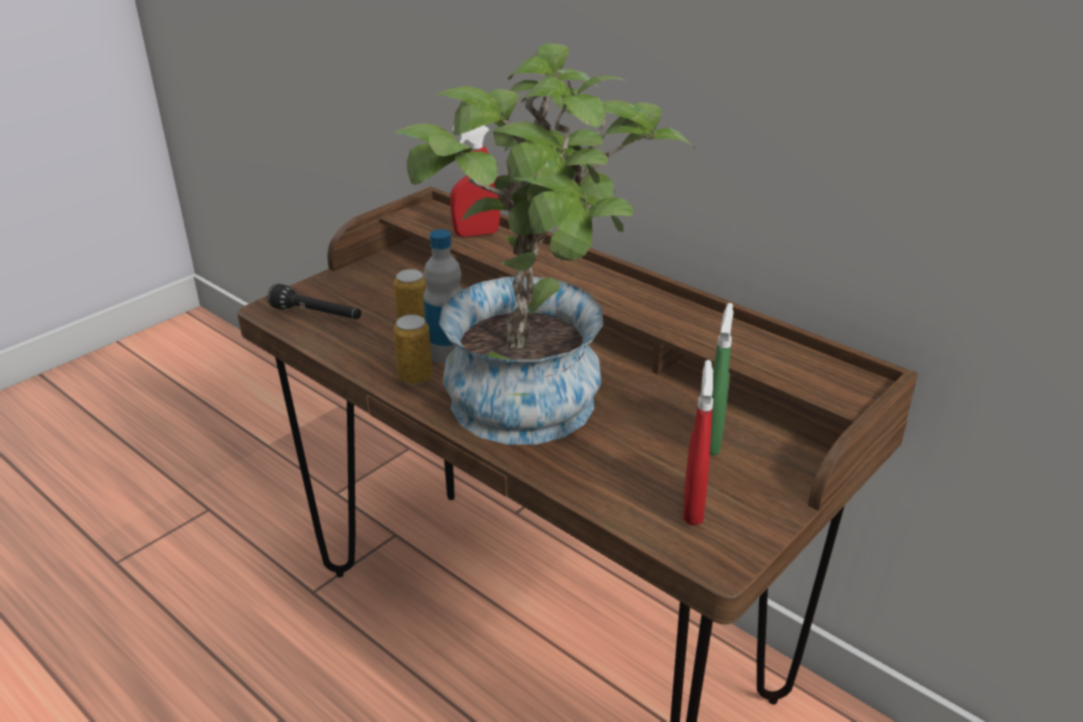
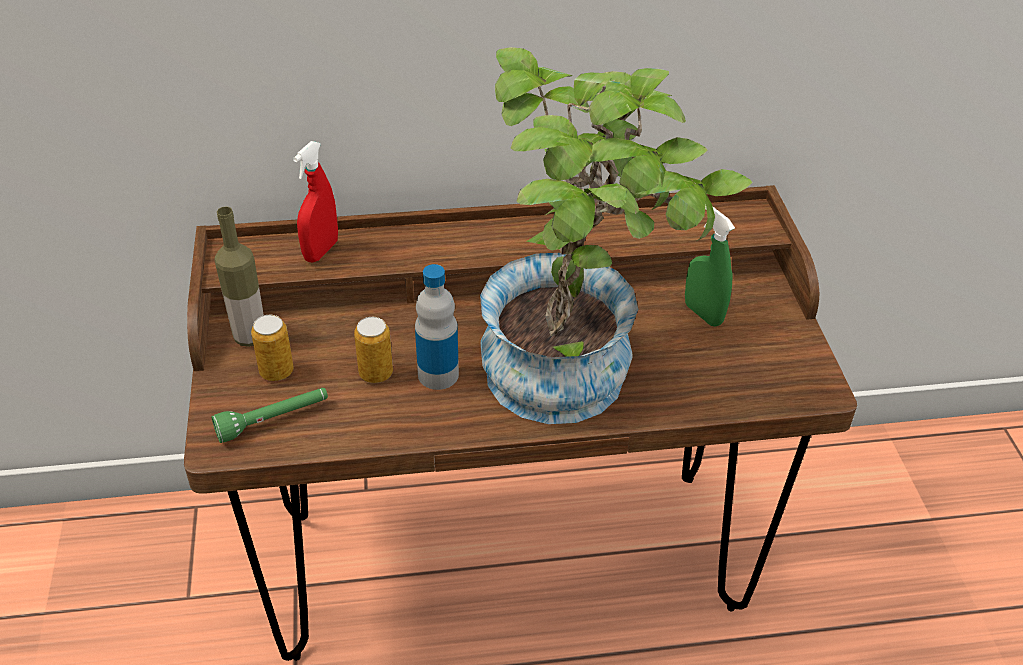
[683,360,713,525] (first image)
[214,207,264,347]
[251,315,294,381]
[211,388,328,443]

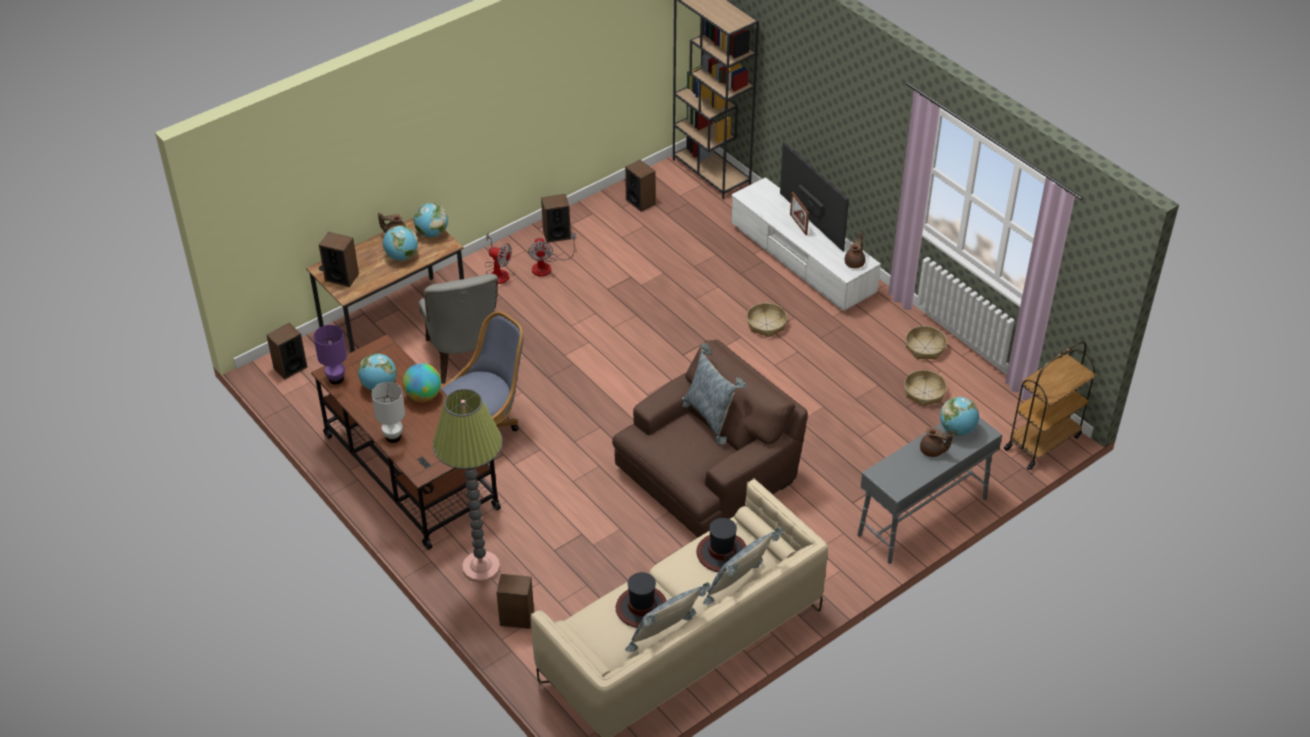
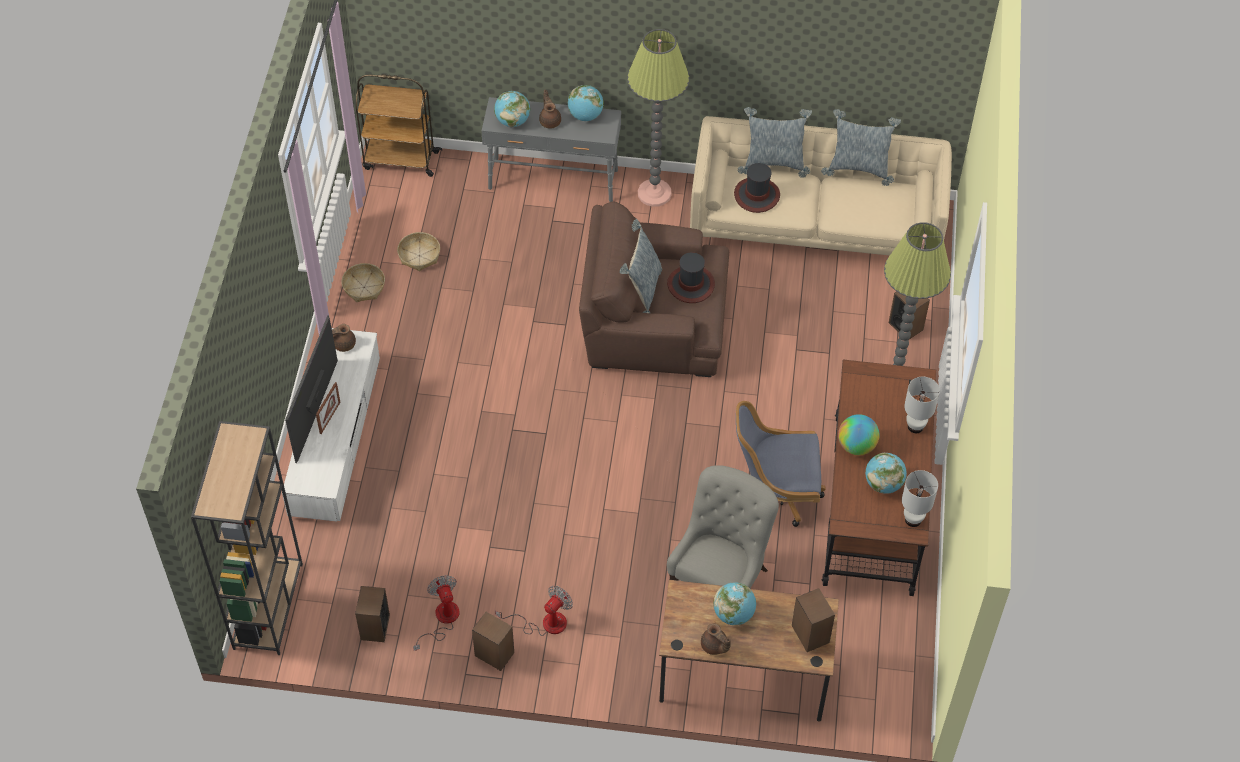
[267,323,307,379] (first image)
[747,303,787,337] (first image)
[627,29,689,207]
[568,85,604,121]
[413,575,459,651]
[667,252,715,303]
[902,470,938,527]

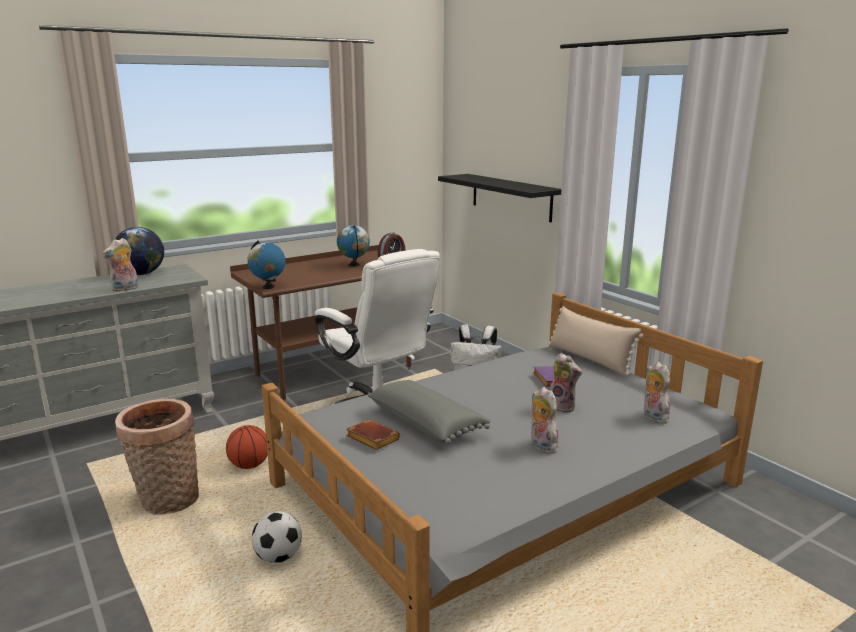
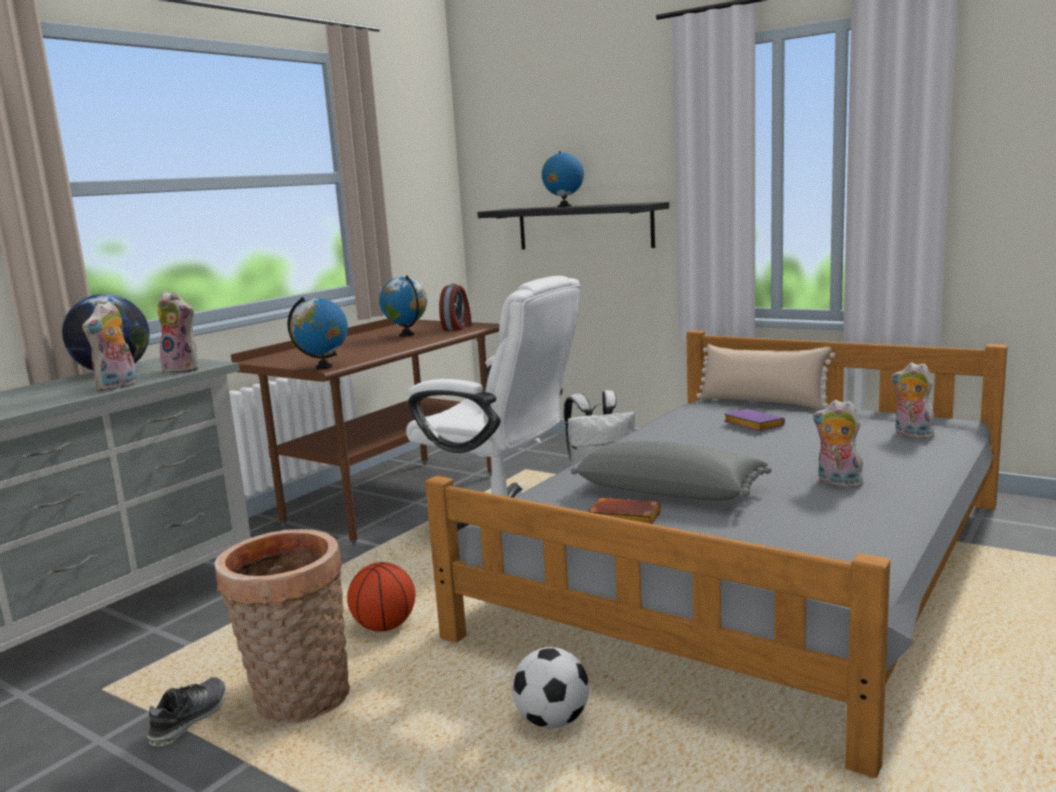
[147,677,226,746]
[542,151,584,207]
[158,291,198,373]

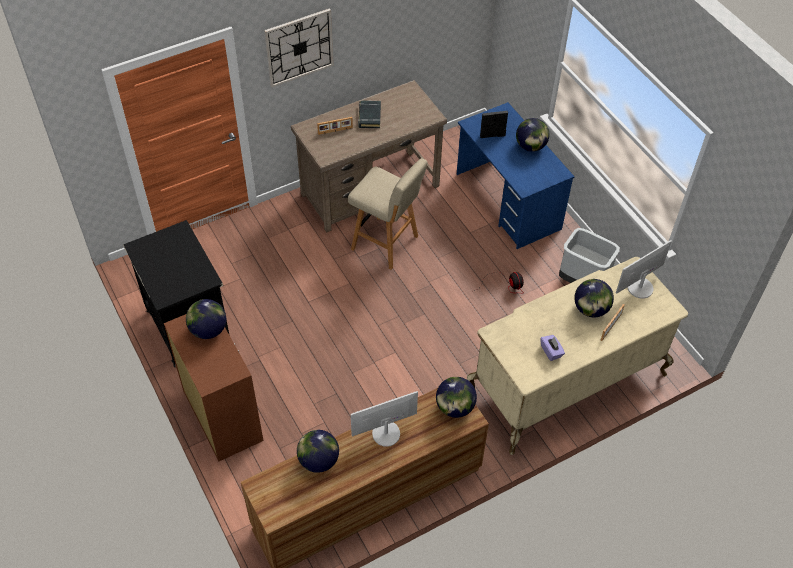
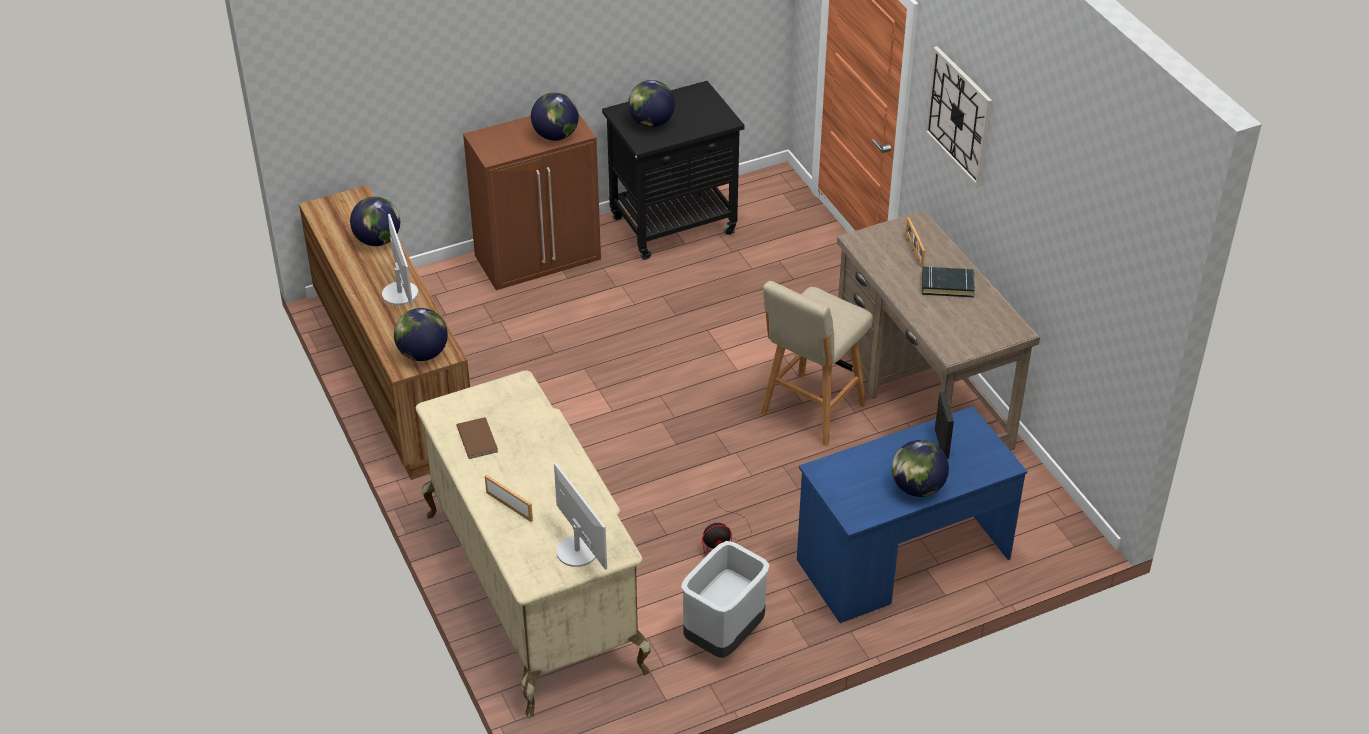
[628,80,675,127]
[456,417,498,459]

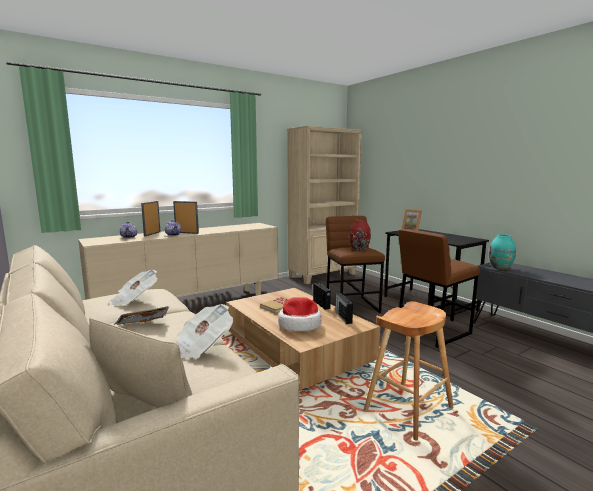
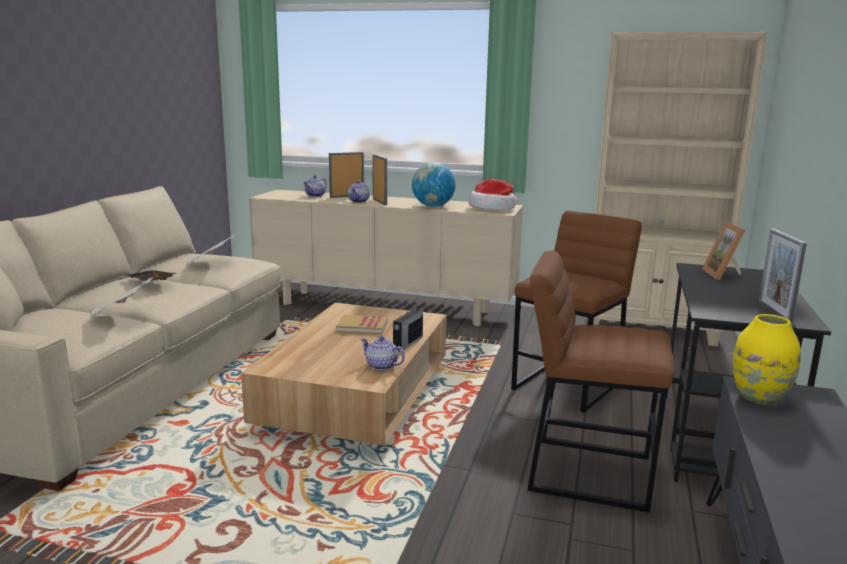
[349,219,371,251] (first image)
[364,301,454,440] (first image)
[412,163,456,207]
[759,228,807,323]
[469,179,518,210]
[360,336,405,370]
[732,314,801,405]

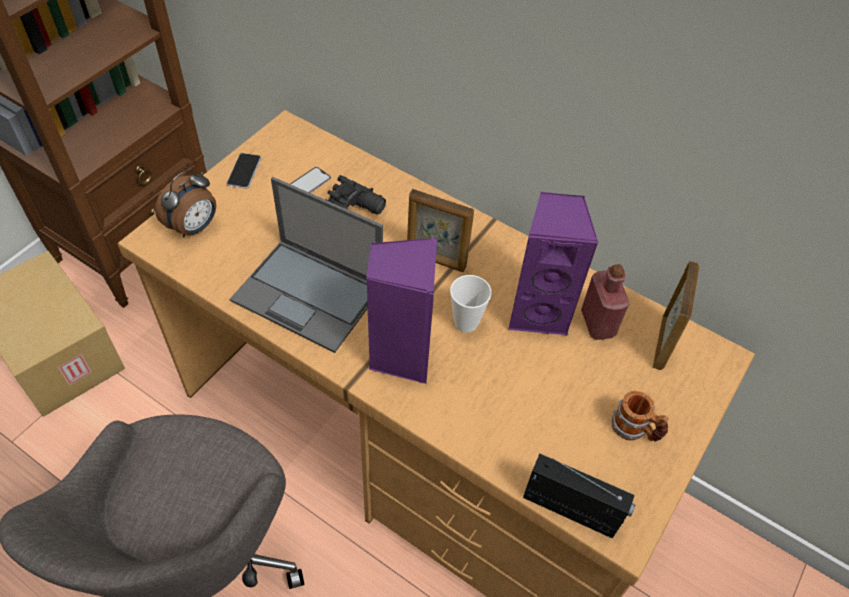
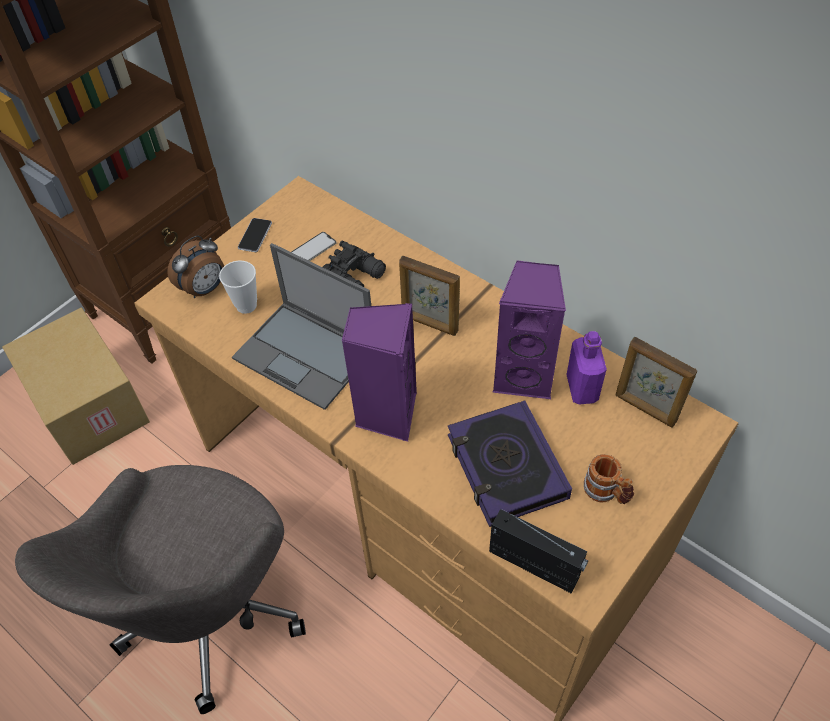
[448,401,572,527]
[219,261,257,314]
[566,331,607,405]
[616,337,698,428]

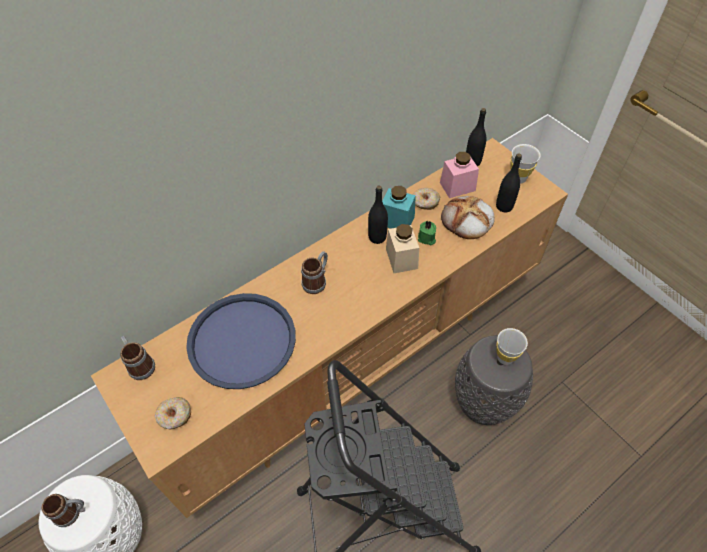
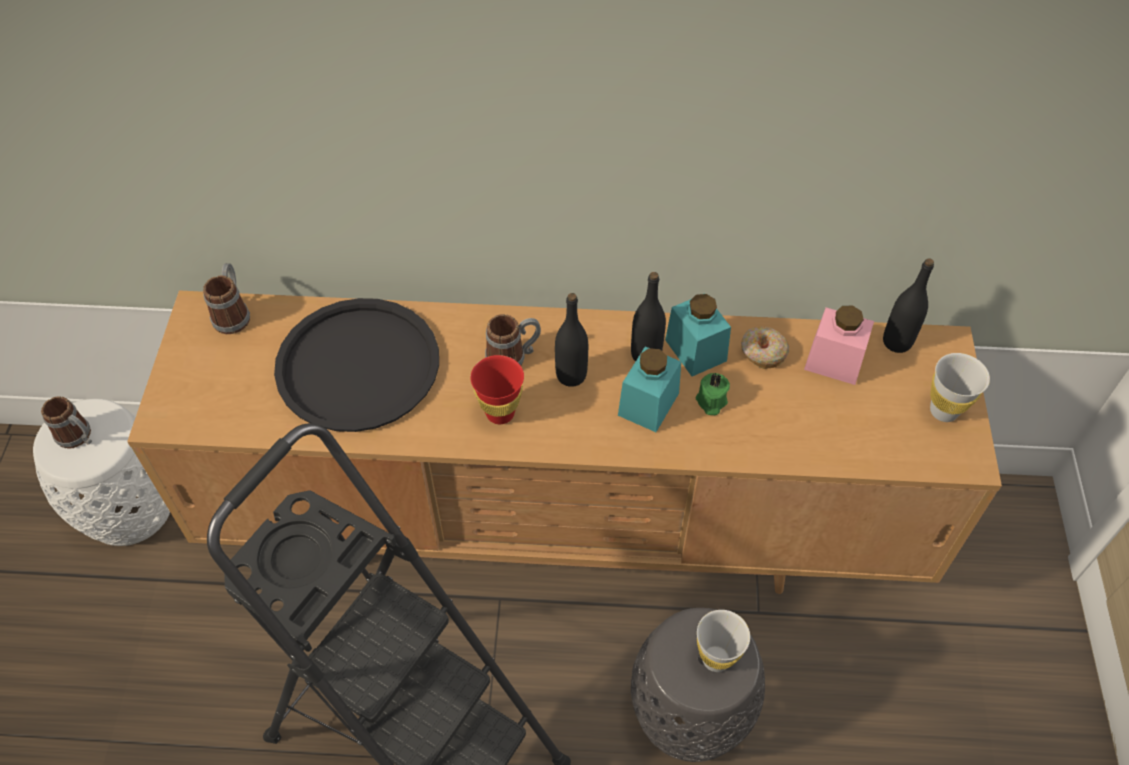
[155,397,191,429] (first image)
[441,196,495,239] (first image)
[470,355,524,424]
[555,293,588,387]
[274,298,439,432]
[618,346,681,432]

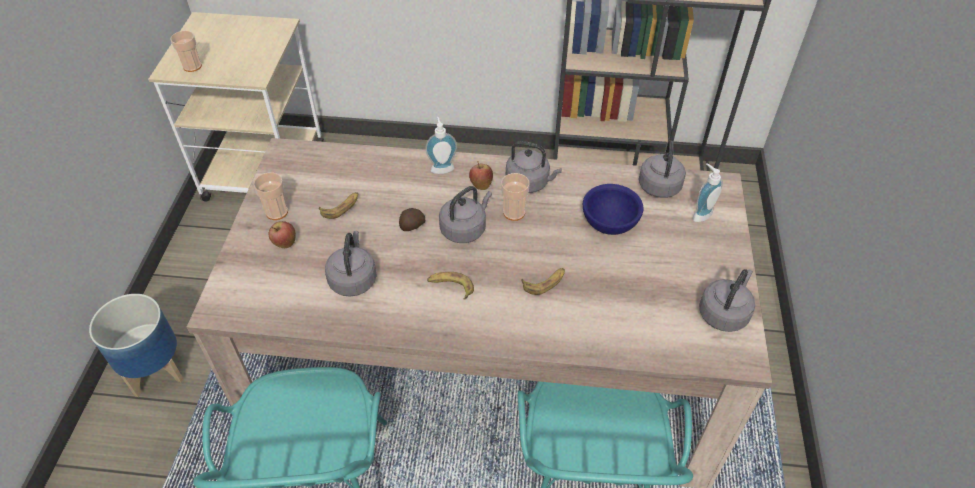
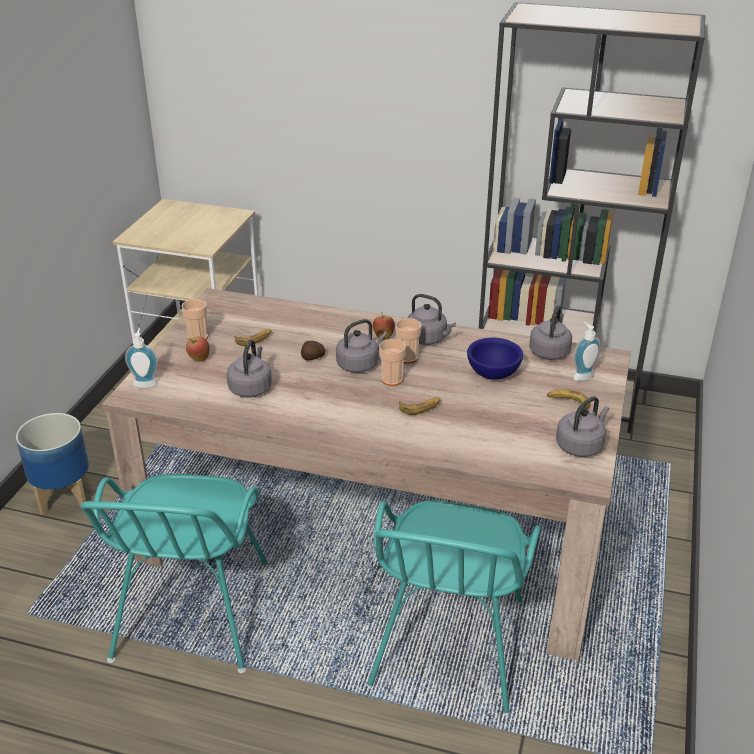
[379,339,406,386]
[125,328,158,388]
[547,389,590,409]

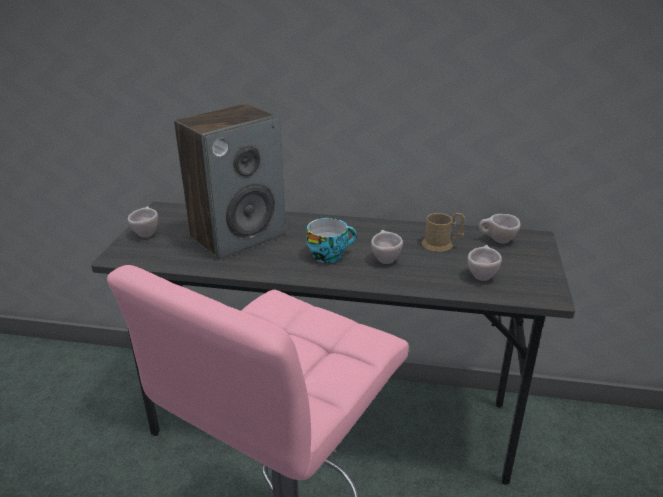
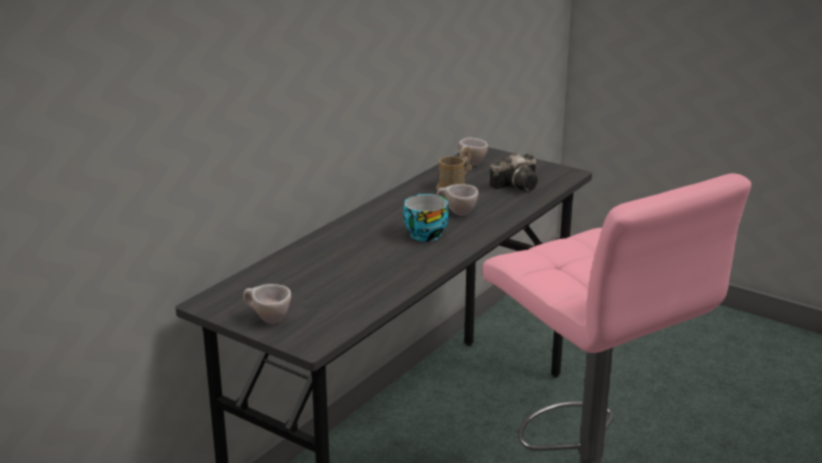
[174,104,286,260] (first image)
[490,153,538,192]

